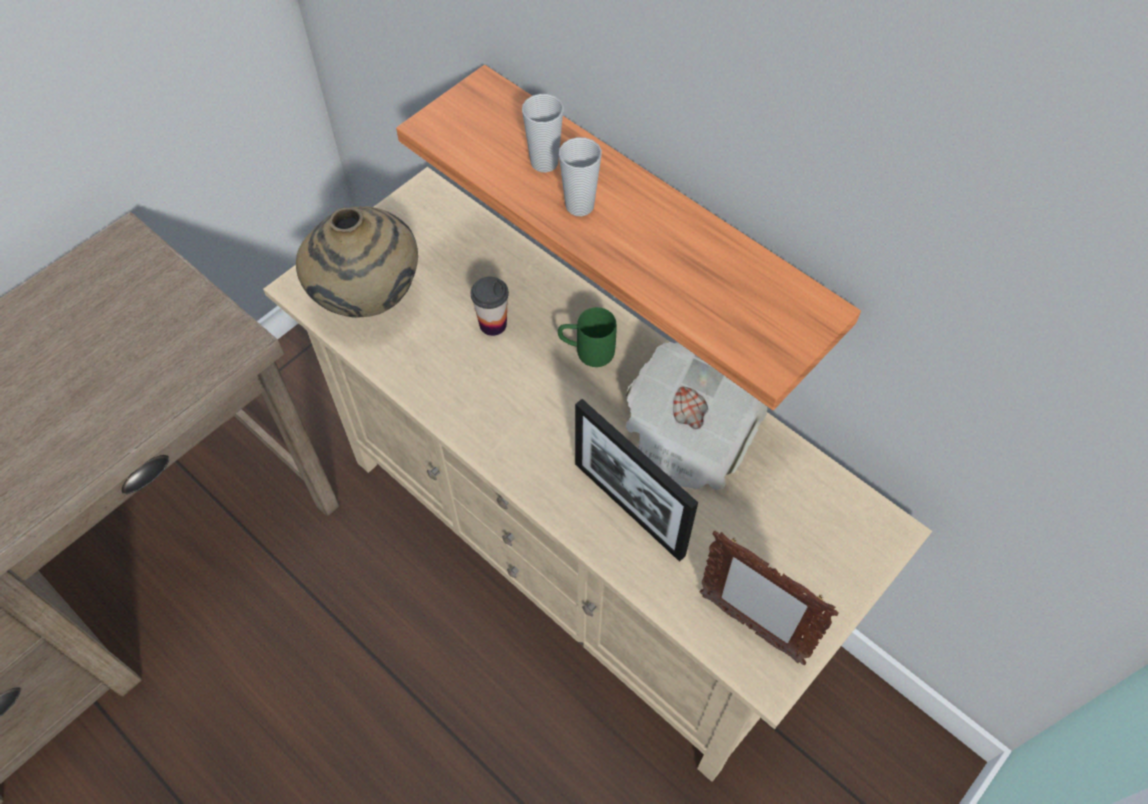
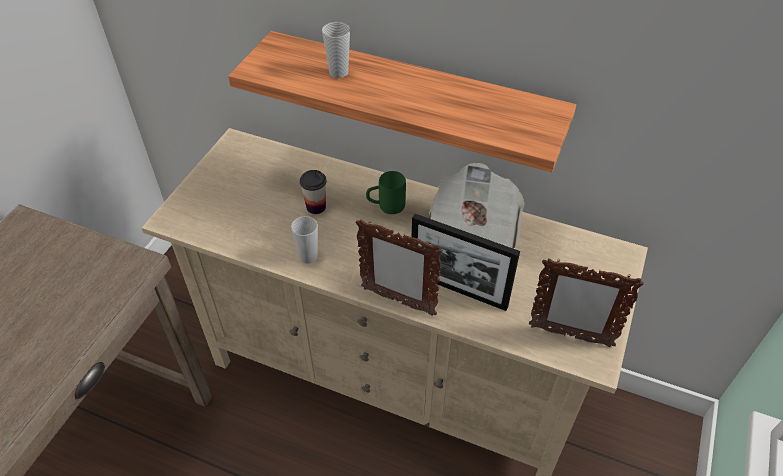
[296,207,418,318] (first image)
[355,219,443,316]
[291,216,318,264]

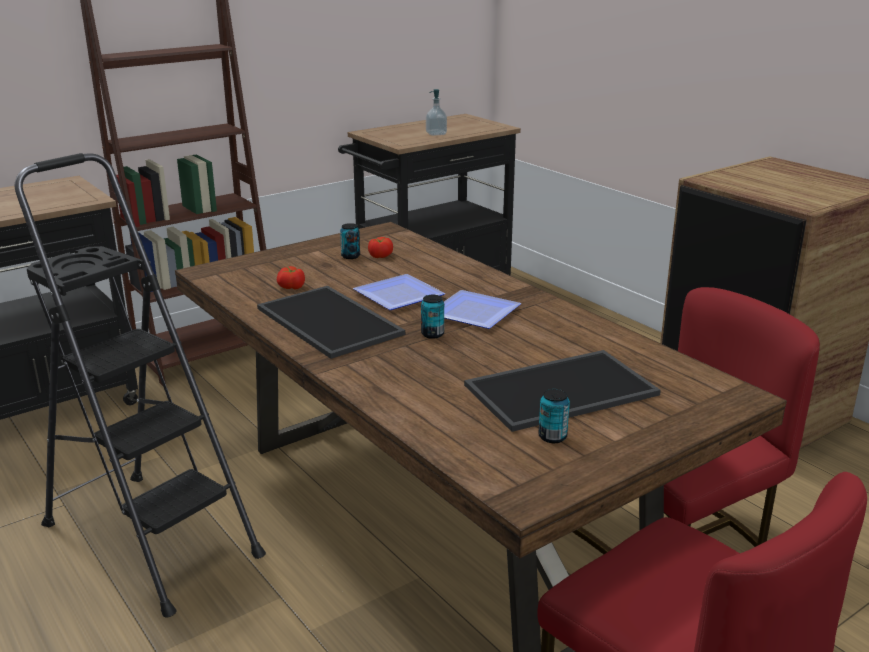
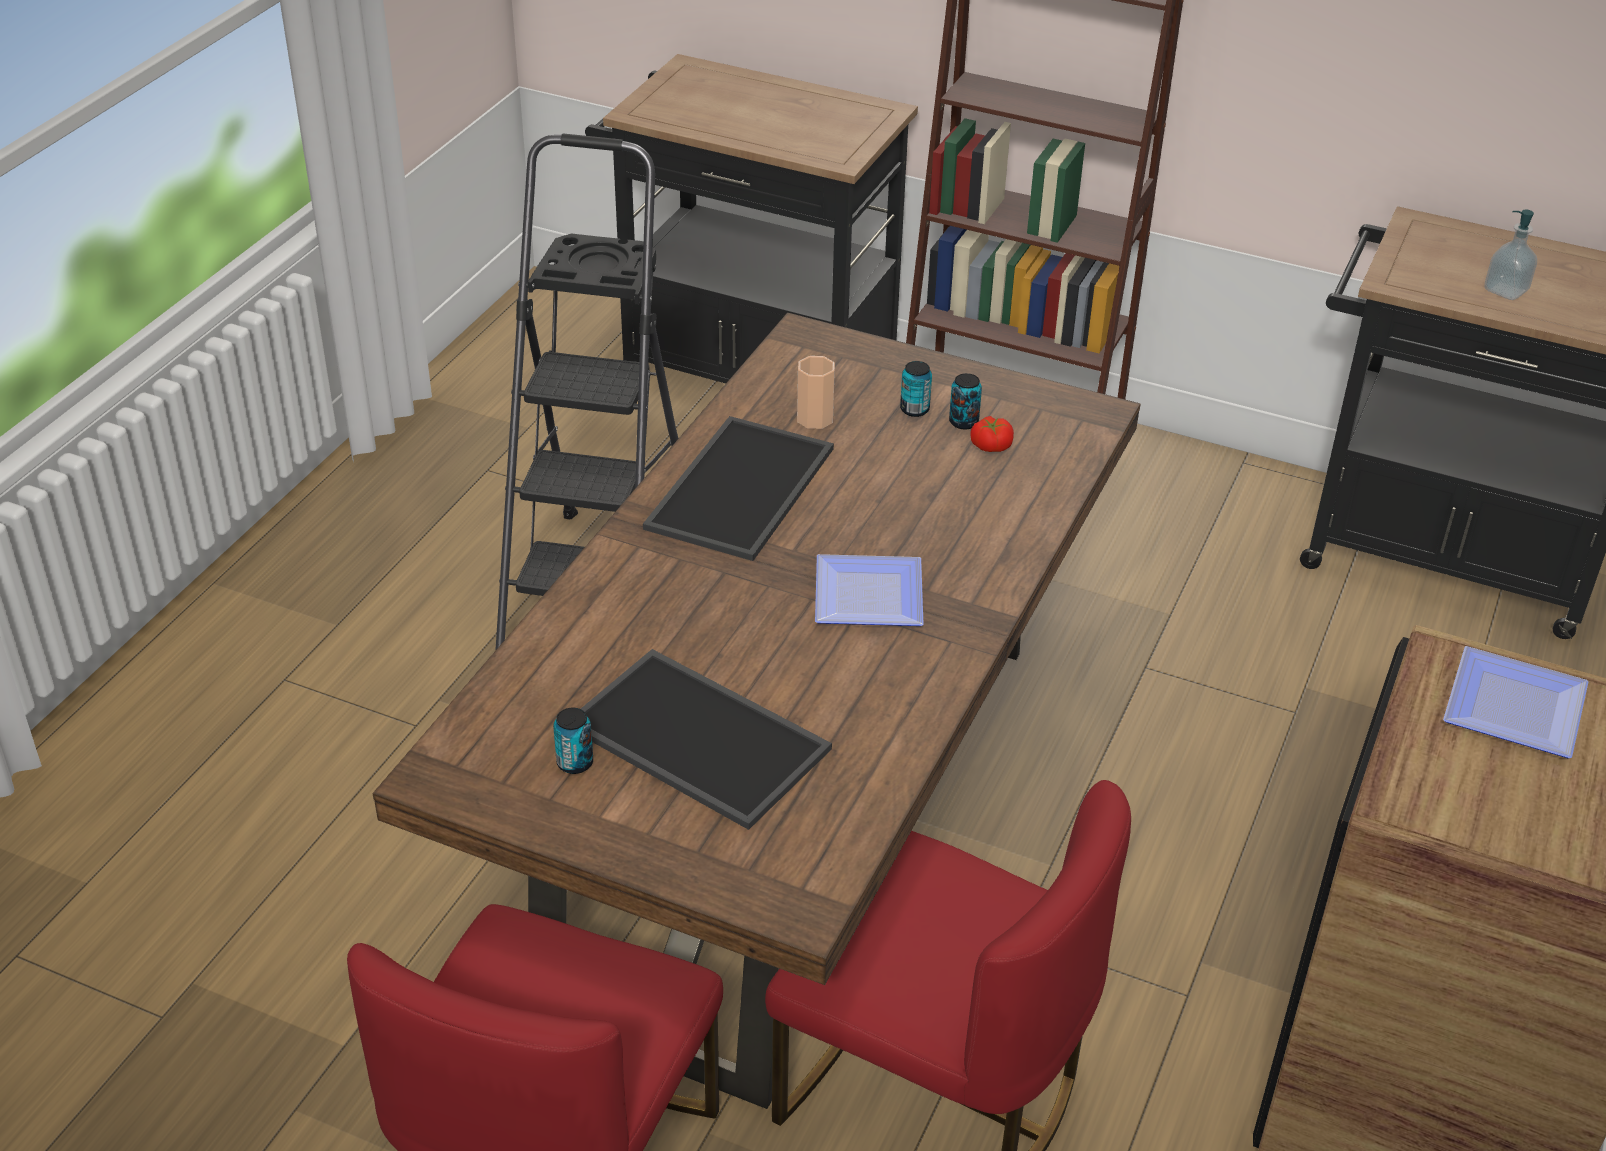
[1443,646,1589,758]
[900,361,932,417]
[797,356,835,429]

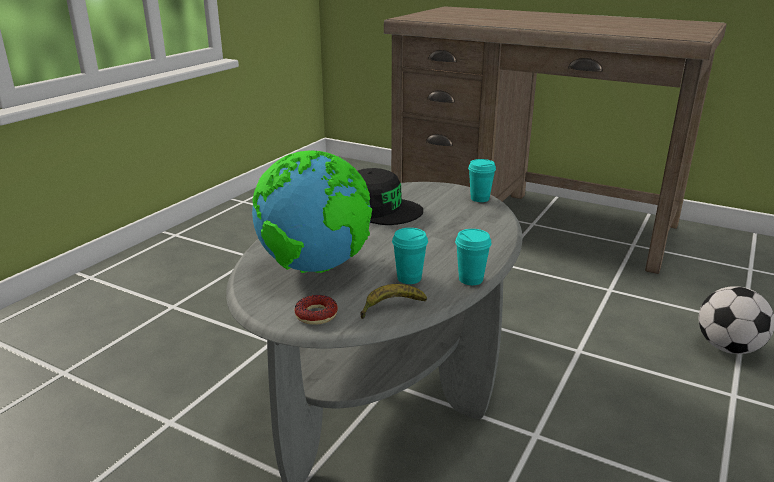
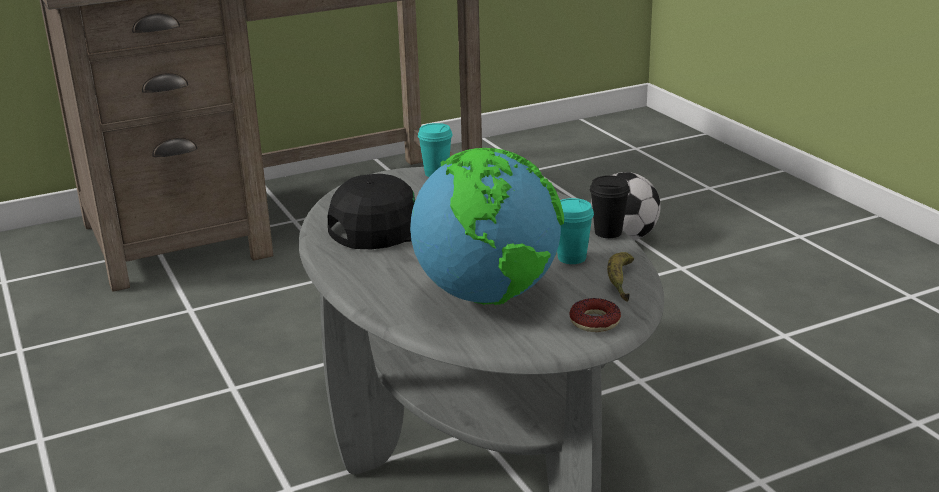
[590,175,630,238]

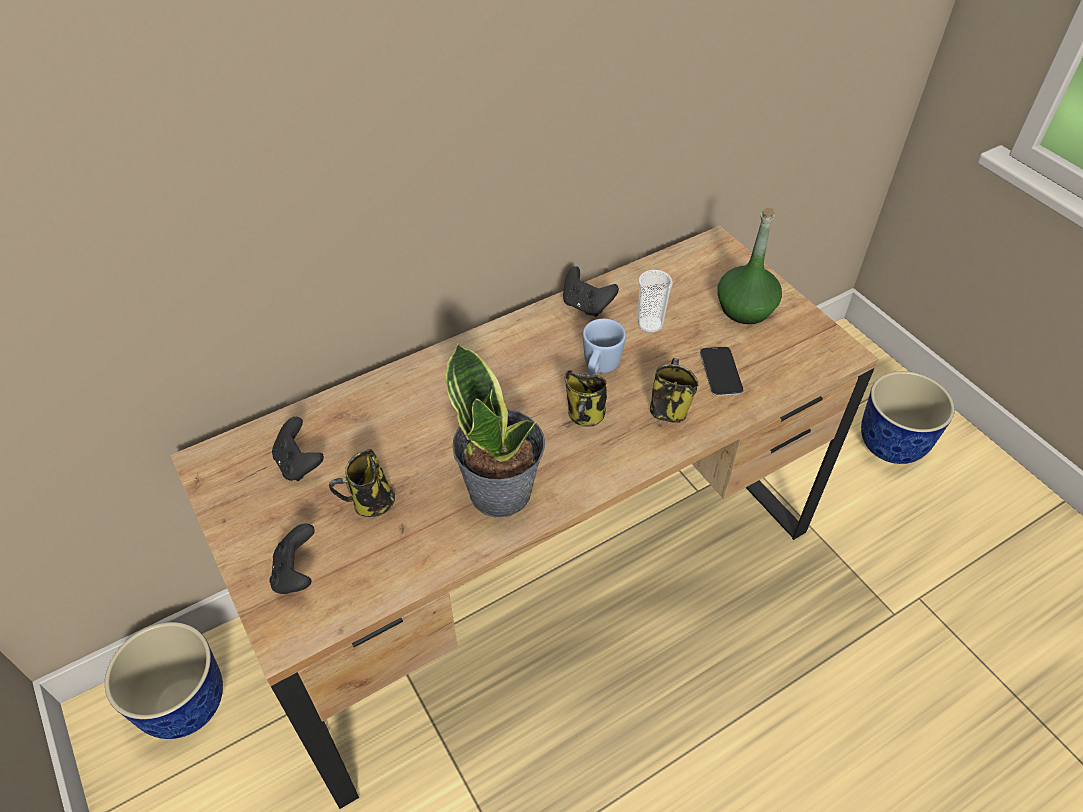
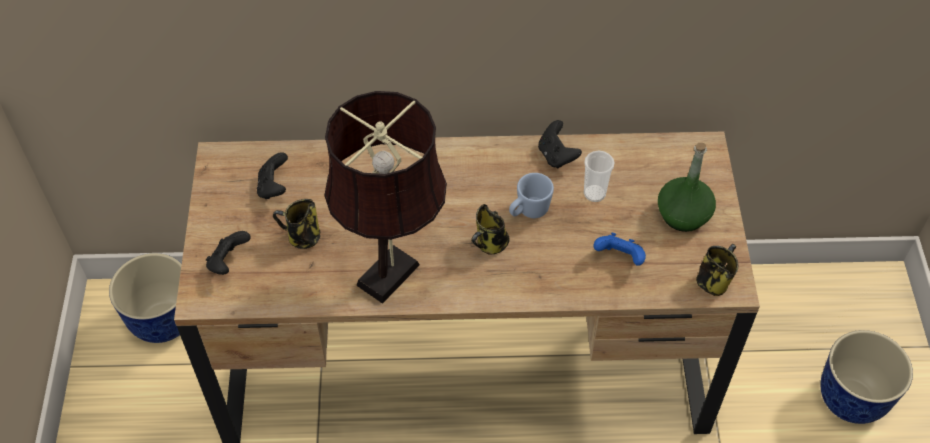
[696,244,738,296]
[324,91,447,304]
[594,233,646,266]

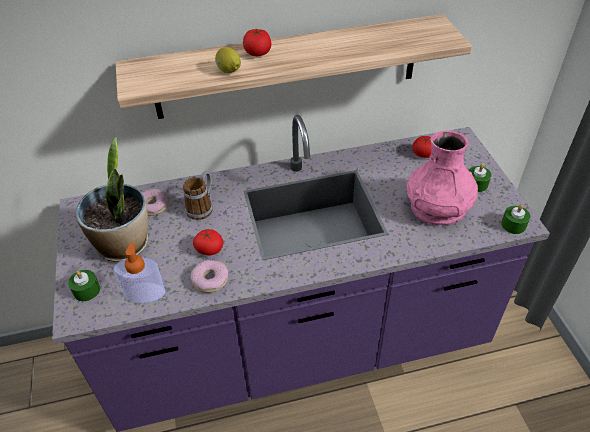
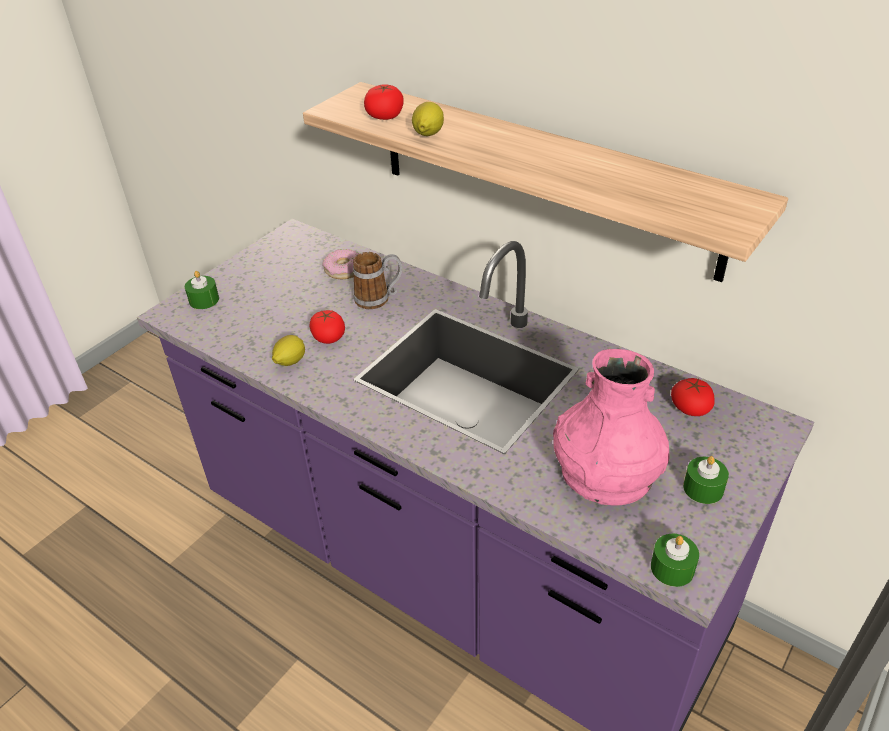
[76,137,148,262] (first image)
[114,242,165,303] (first image)
[364,84,404,120]
[272,335,305,366]

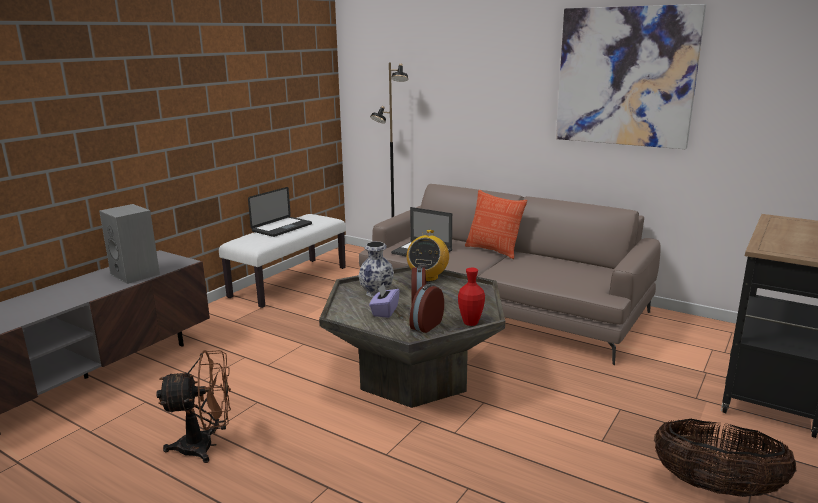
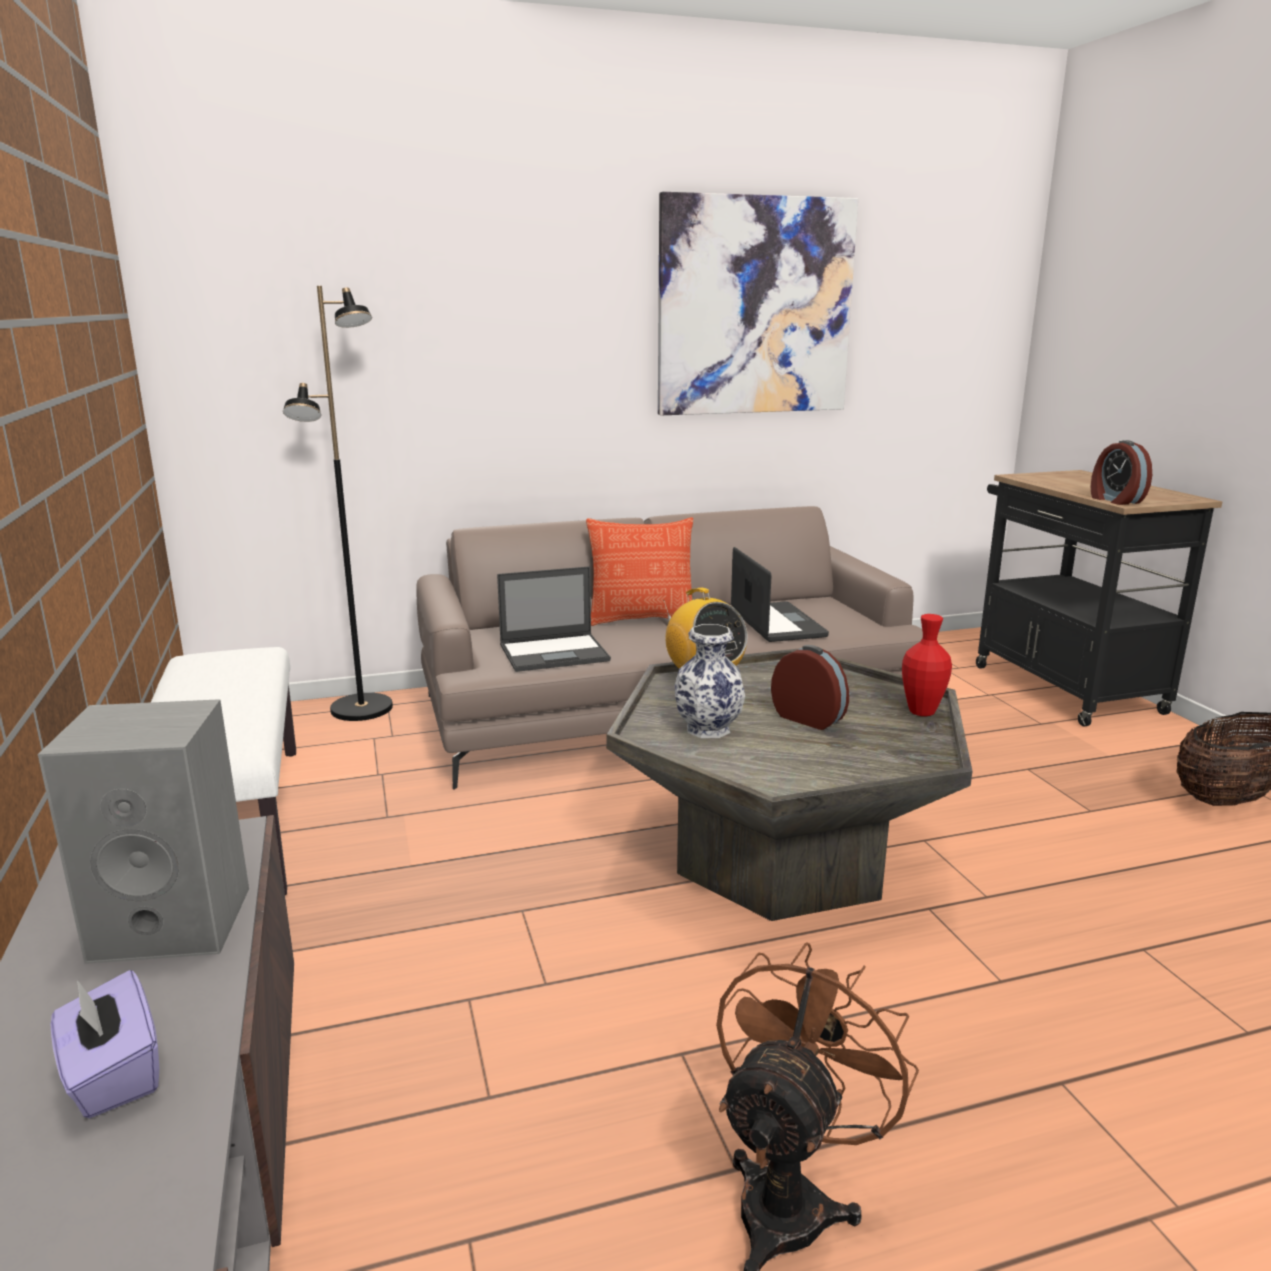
[731,547,829,642]
[50,970,159,1118]
[1091,440,1152,505]

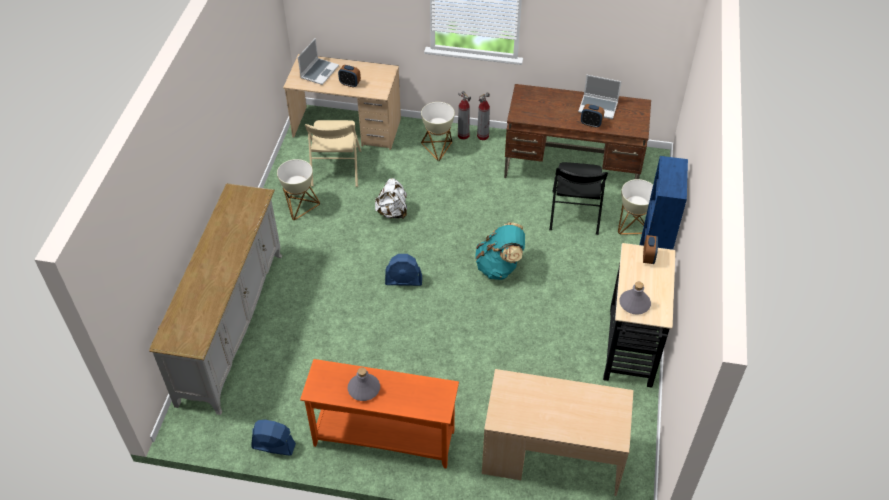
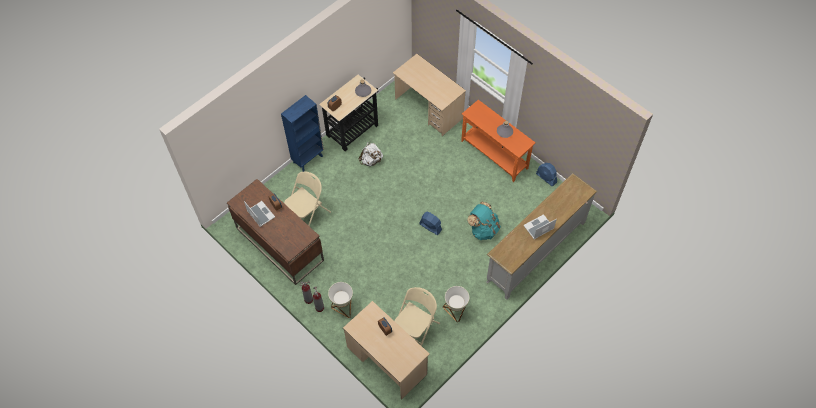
[618,179,653,234] (first image)
[523,214,557,239]
[359,142,383,166]
[467,202,501,240]
[284,172,331,226]

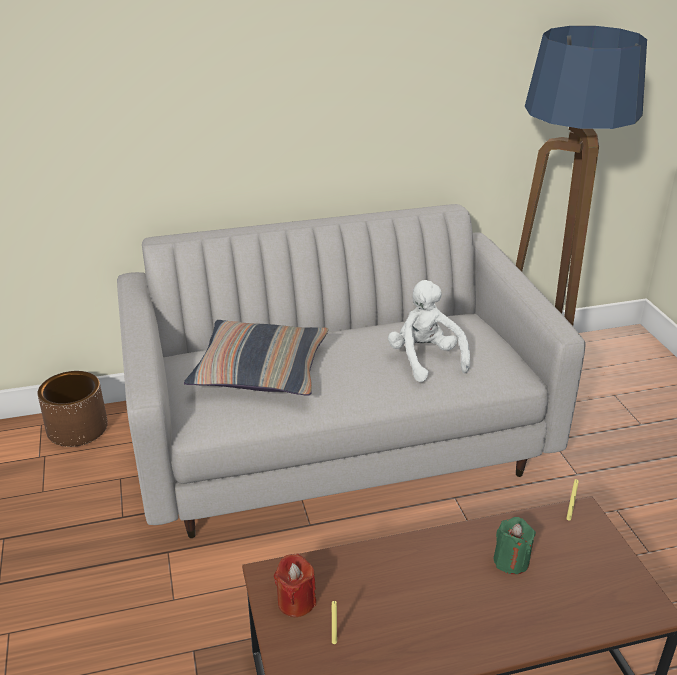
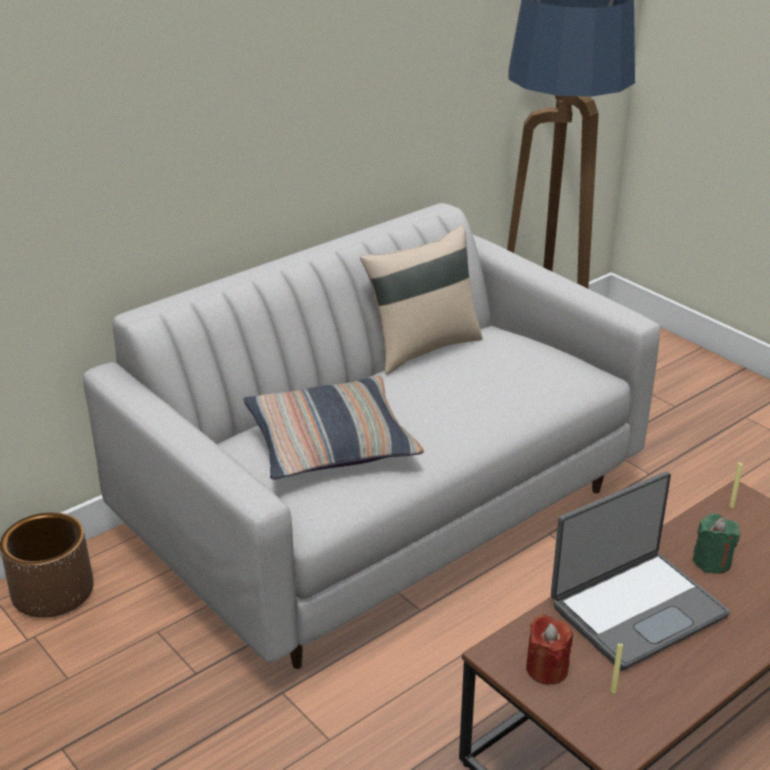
[388,280,470,382] (first image)
[360,225,483,375]
[551,472,730,671]

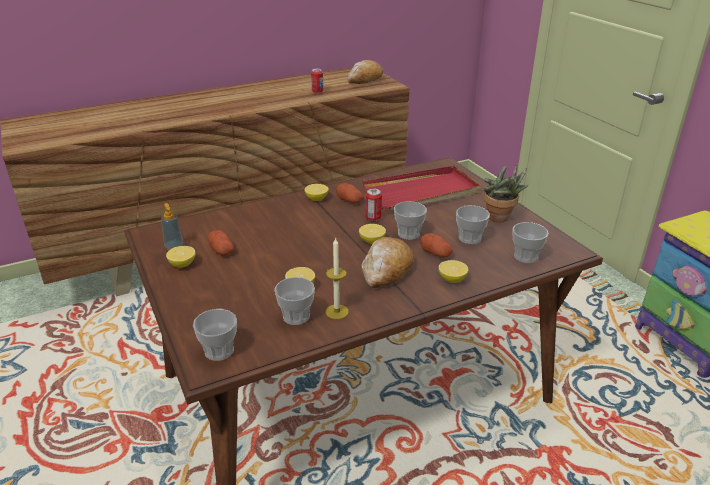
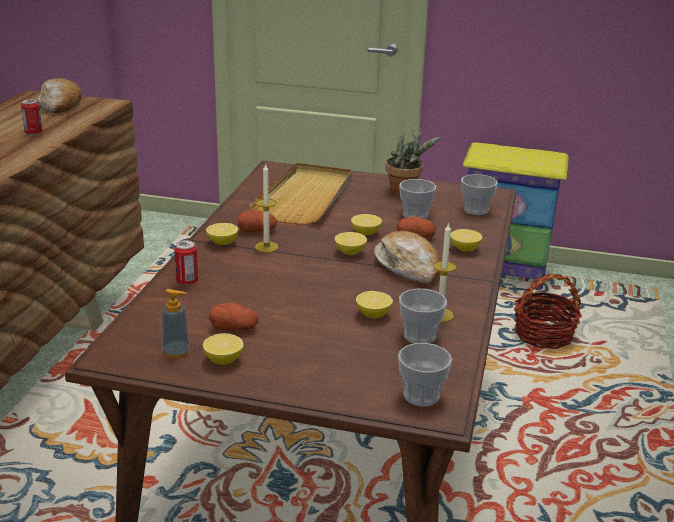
[255,163,279,252]
[514,273,582,349]
[174,240,198,285]
[351,214,382,235]
[249,163,352,225]

